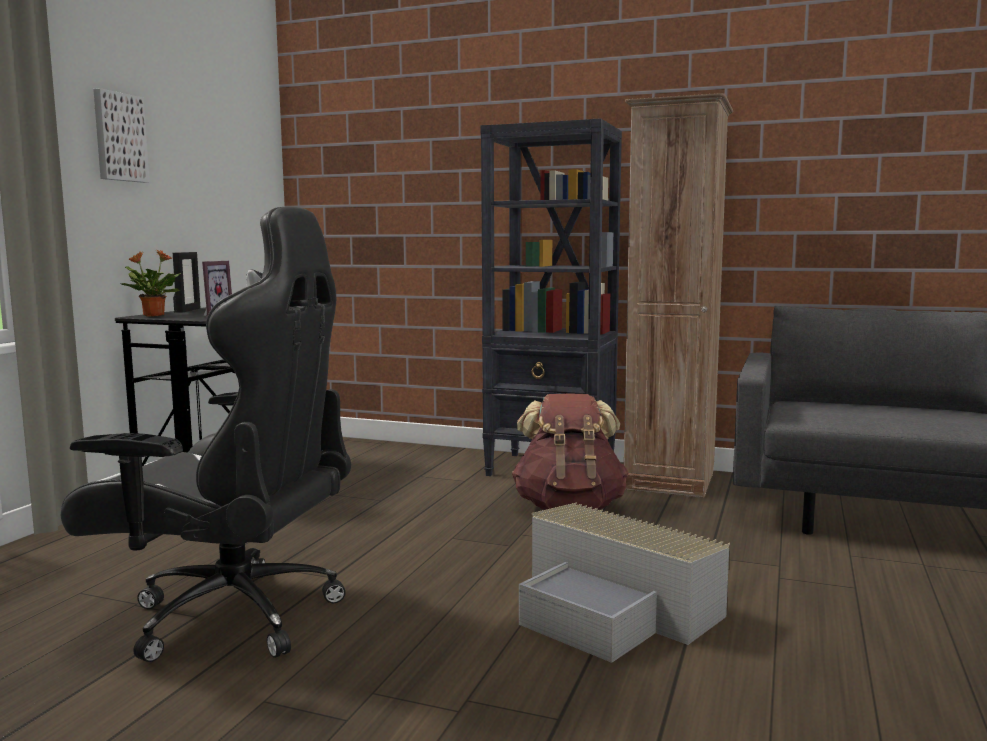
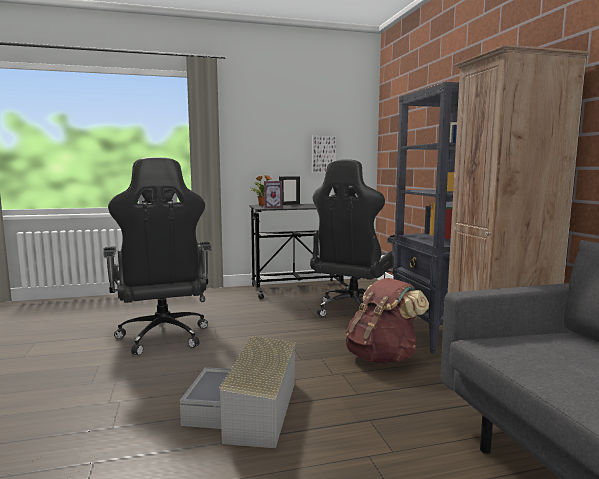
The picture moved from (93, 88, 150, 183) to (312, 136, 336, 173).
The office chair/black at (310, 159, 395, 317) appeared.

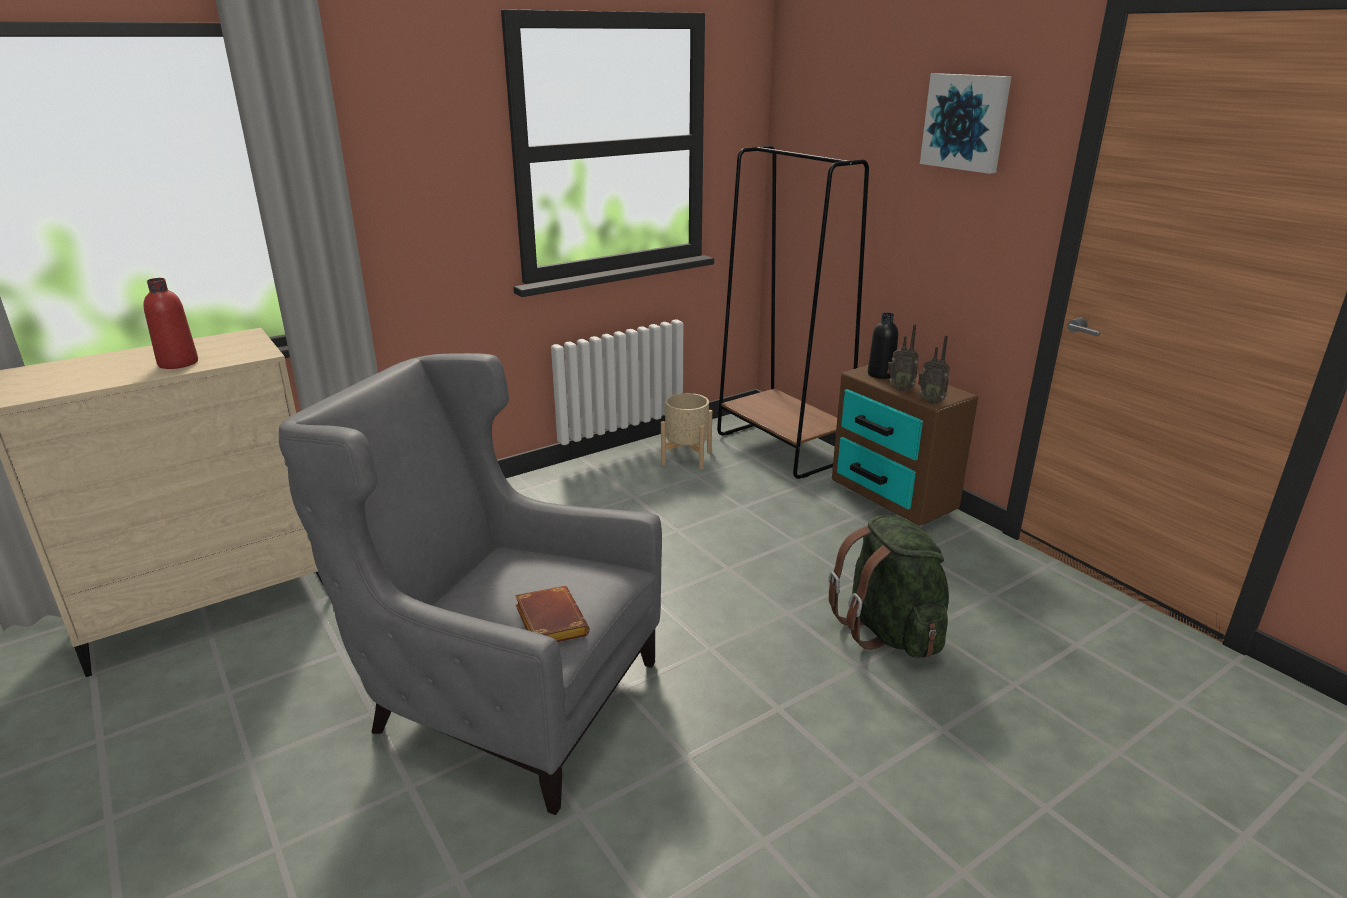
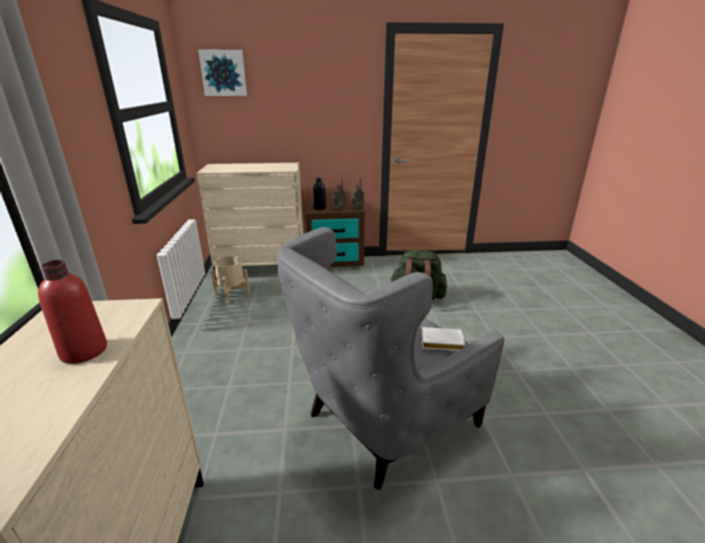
The book/brown at (515, 586, 590, 642) became the book/white at (422, 327, 465, 351).
The clothes rack at (717, 146, 869, 479) was replaced by the dresser/beige at (196, 163, 303, 280).
The picture moved from (920, 73, 1011, 174) to (198, 50, 247, 96).

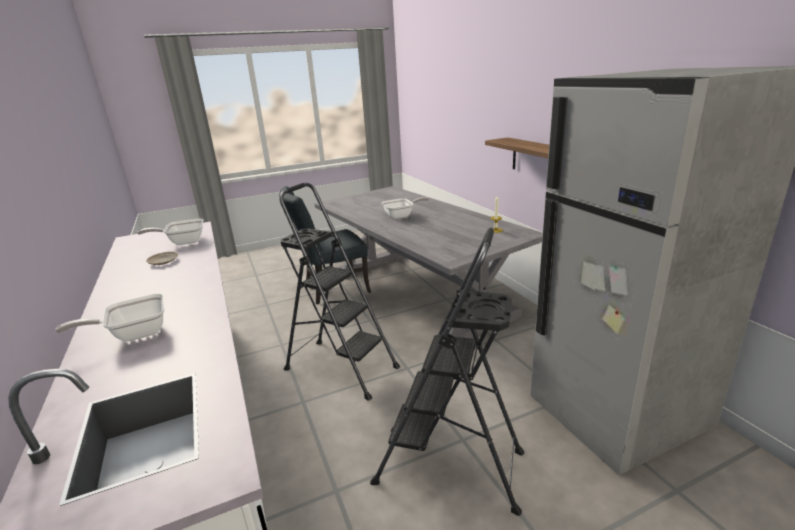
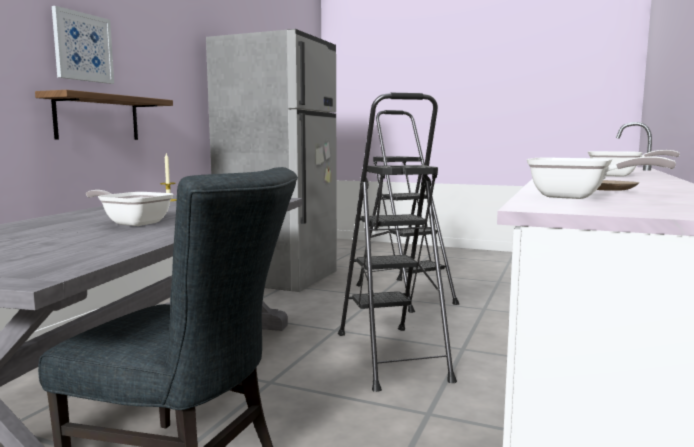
The picture at (52, 6, 114, 84) appeared.

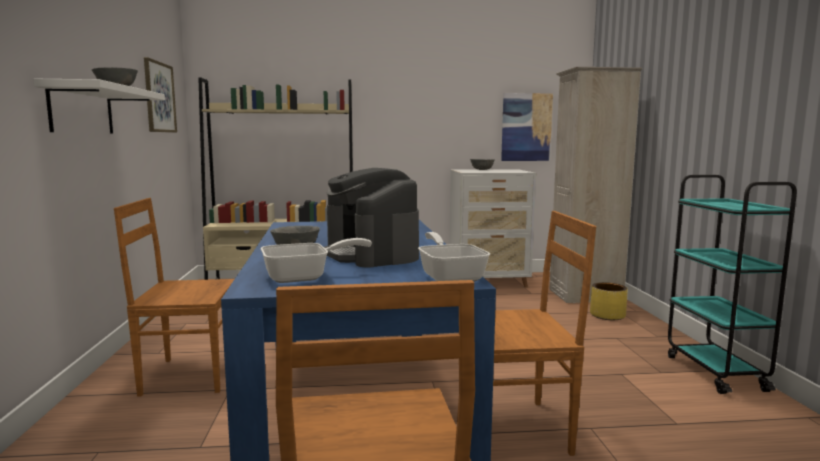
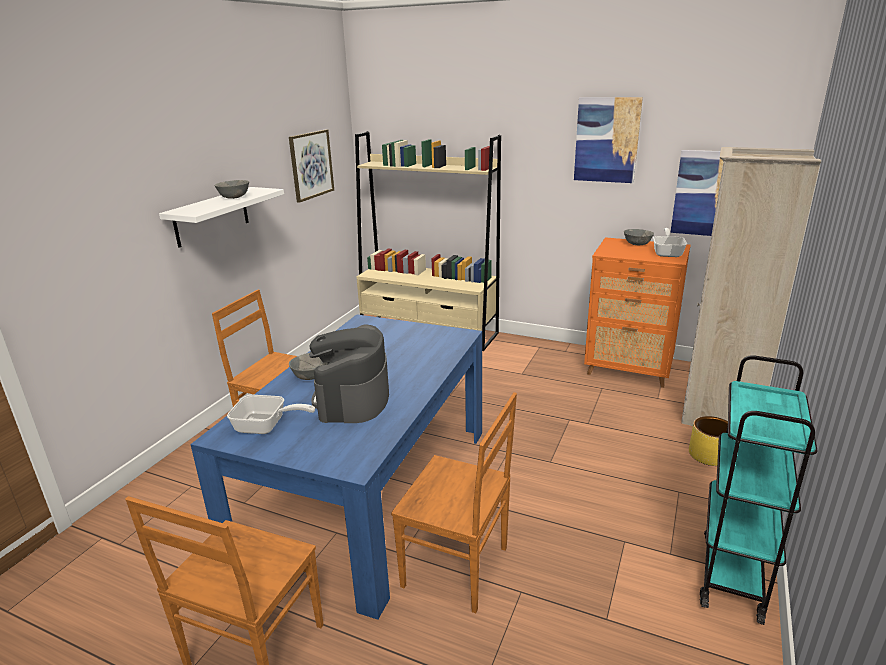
The frying pan moved from (418, 232, 490, 282) to (653, 228, 687, 257).
The dresser/white at (449, 169, 537, 288) became the dresser/orange at (584, 237, 691, 388).
The picture at (574, 97, 643, 183) appeared.

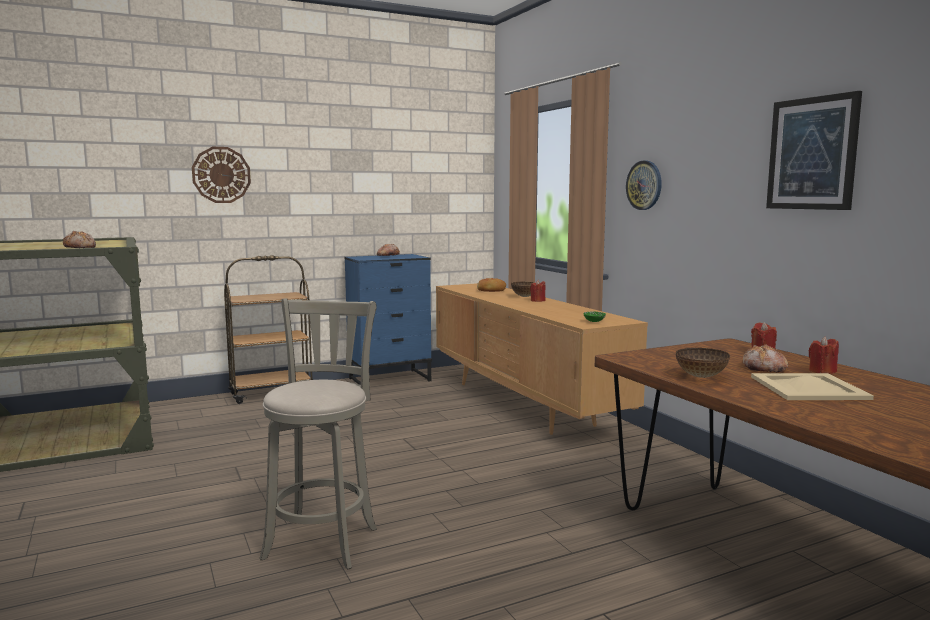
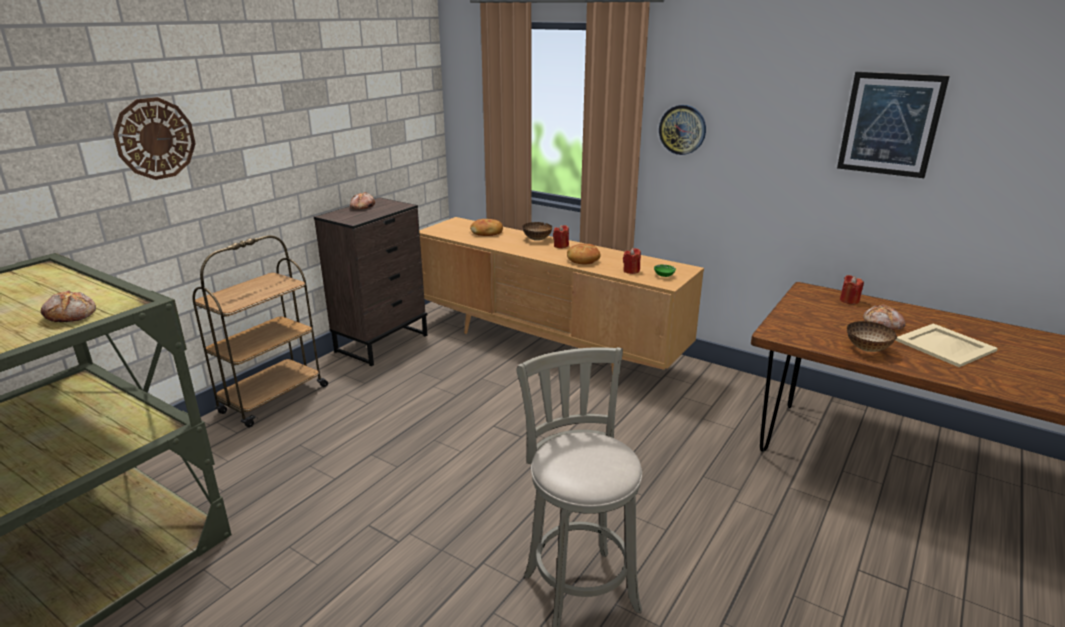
The dresser/blue at (344, 254, 432, 385) became the dresser/brown at (314, 197, 427, 366).
The candle/red moved from (809, 337, 839, 374) to (623, 248, 641, 274).
The bread at (567, 244, 601, 264) appeared.

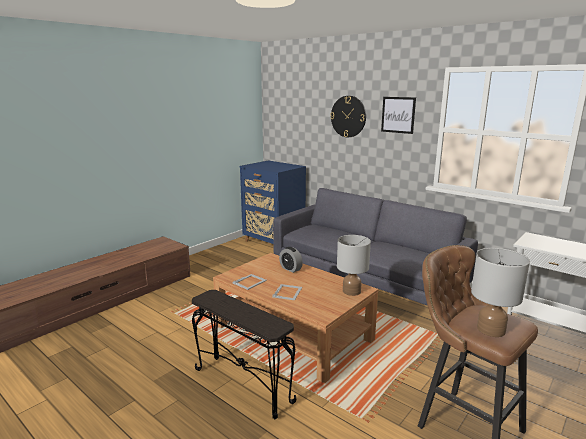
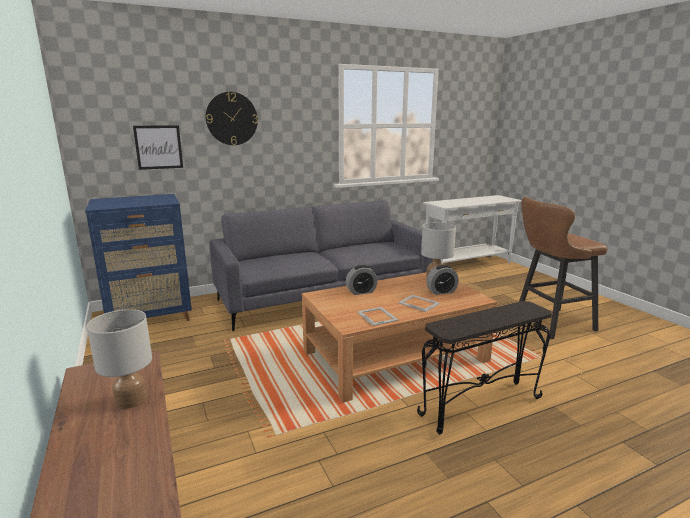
The picture moved from (381, 97, 416, 134) to (133, 125, 183, 170).
The table lamp/grey moved from (471, 248, 530, 337) to (87, 309, 152, 409).
The alarm clock at (426, 265, 459, 295) appeared.

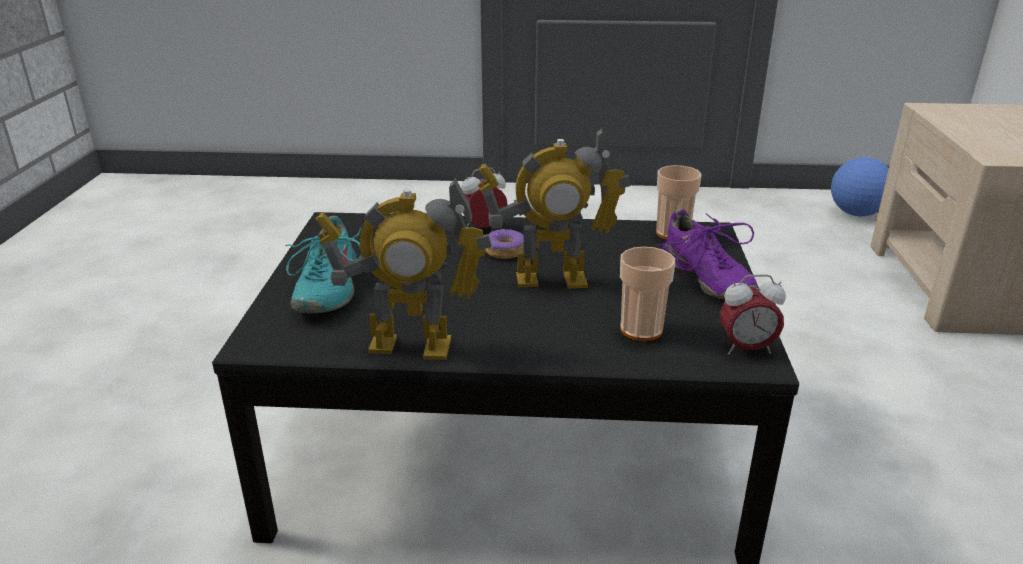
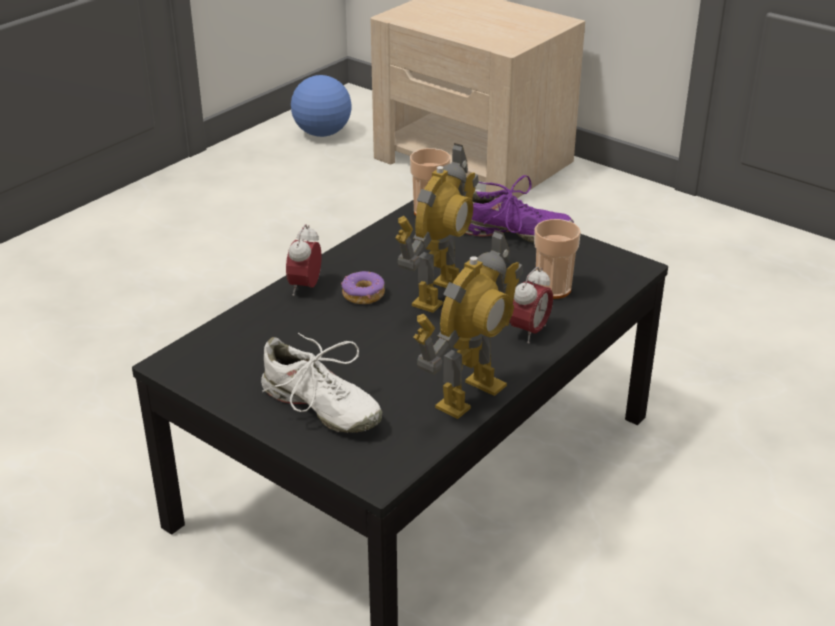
The shoe/turquoise at (285, 216, 362, 313) became the shoe/white at (261, 333, 382, 433).
The alarm clock moved from (720, 275, 786, 355) to (510, 267, 553, 344).

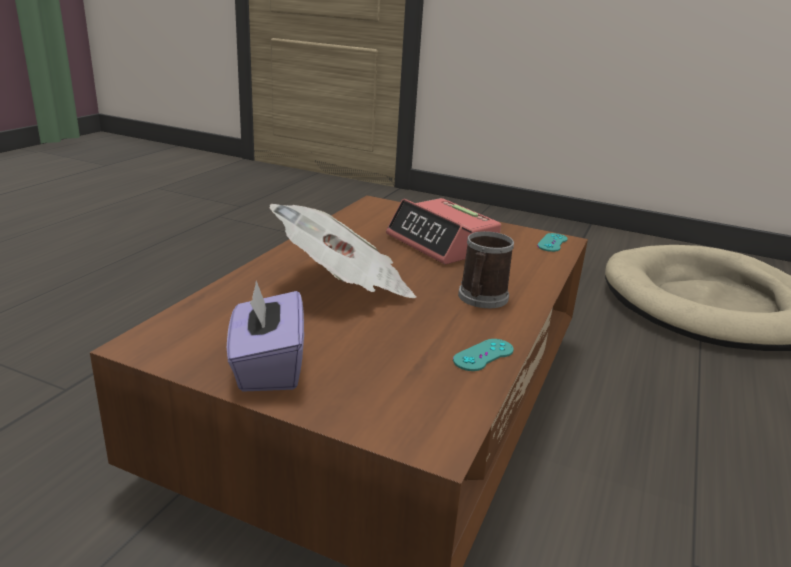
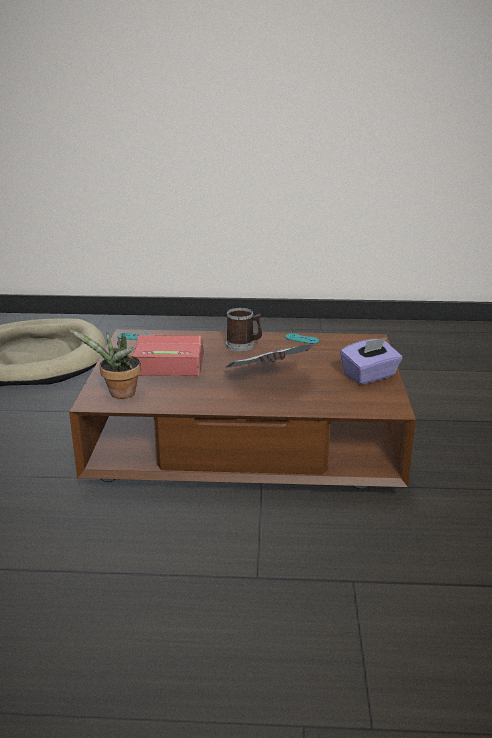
The alarm clock at (386, 198, 501, 264) turned 120 degrees counterclockwise.
The potted plant at (68, 329, 141, 399) appeared.

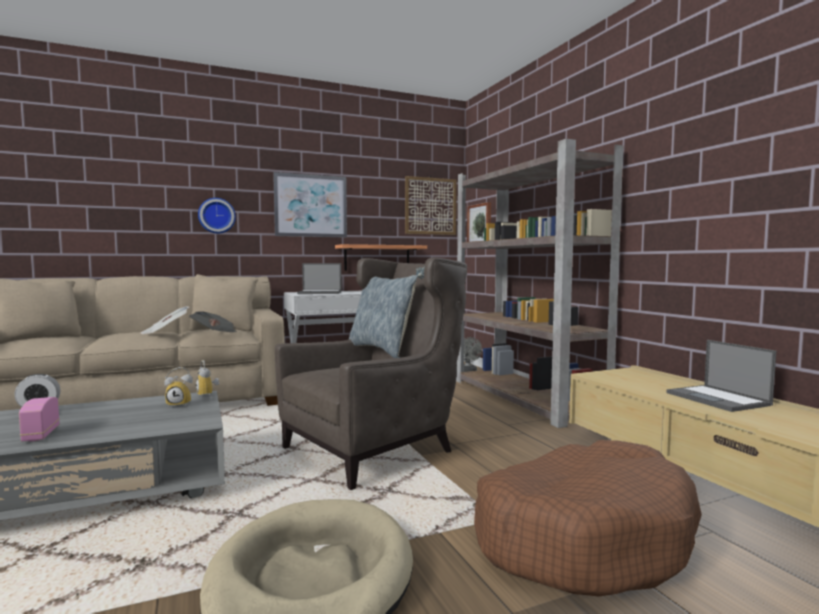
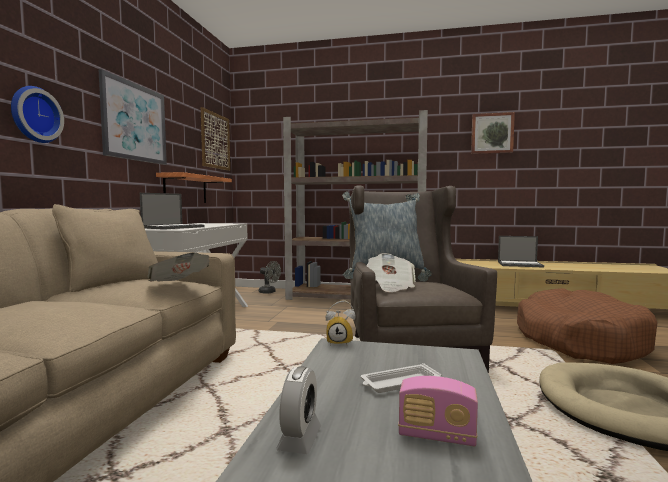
The newspaper moved from (140, 306, 189, 334) to (367, 253, 416, 292).
The alarm clock at (164, 367, 193, 408) disappeared.
The picture moved from (467, 202, 491, 242) to (471, 112, 515, 154).
The tray/white at (361, 363, 442, 393) appeared.

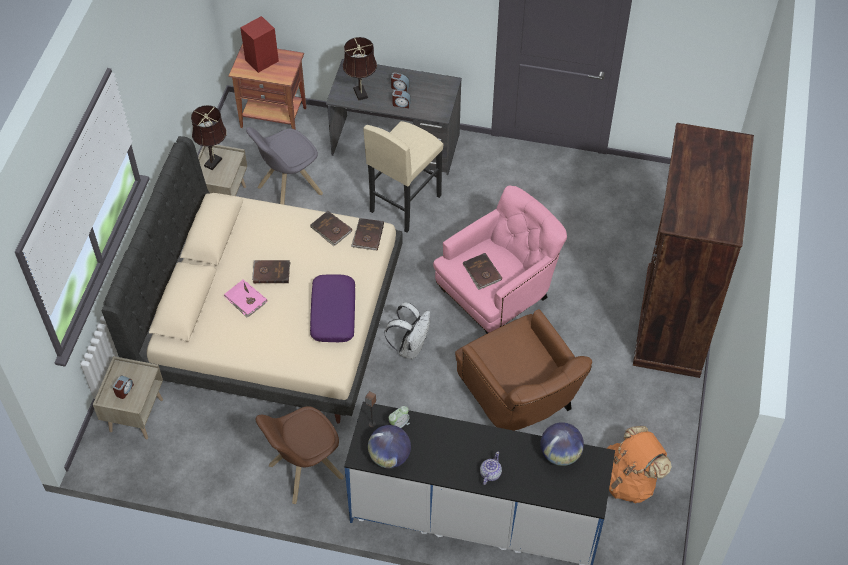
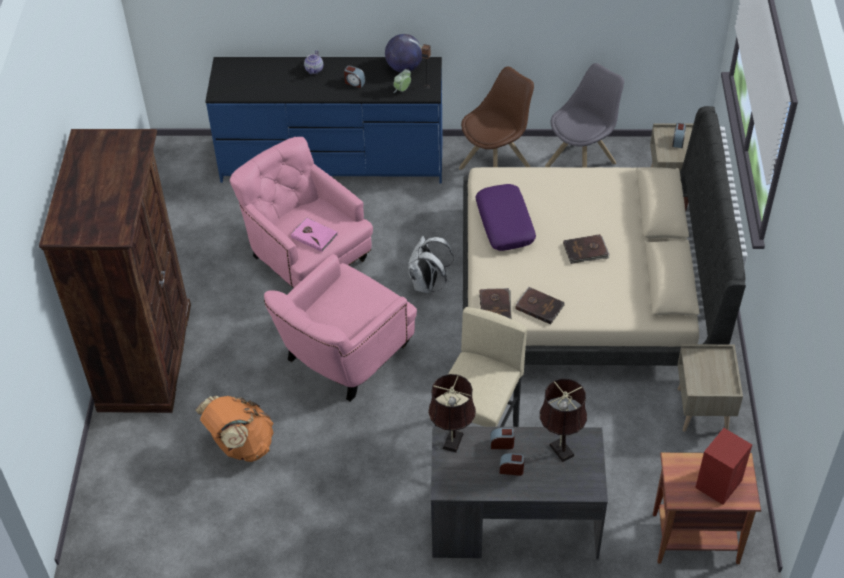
The table lamp/brown moved from (191, 105, 227, 170) to (428, 374, 476, 452).
The book/pink moved from (224, 280, 267, 318) to (291, 217, 338, 252).
The chair/grey moved from (246, 127, 323, 205) to (545, 63, 624, 167).
The armchair/brown at (455, 309, 592, 431) became the armchair/pink at (230, 137, 373, 288).
The book/brown at (463, 253, 502, 290) disappeared.
The globe at (541, 422, 584, 466) disappeared.
The backpack/orange moved from (607, 426, 672, 504) to (195, 396, 274, 462).
The alarm clock at (344, 65, 365, 88) appeared.

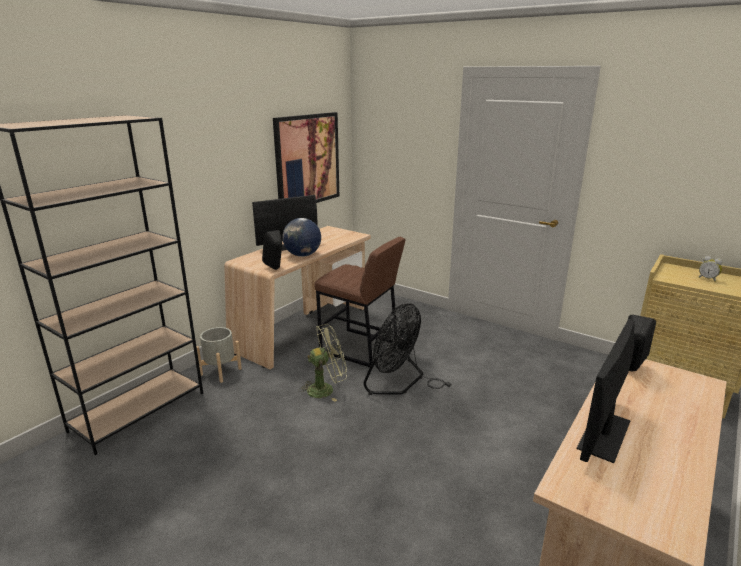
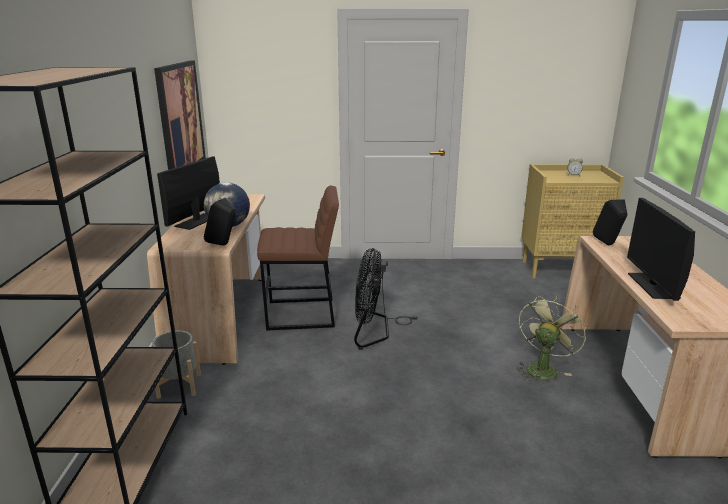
The fan/green moved from (298, 324, 347, 402) to (518, 296, 588, 381).

